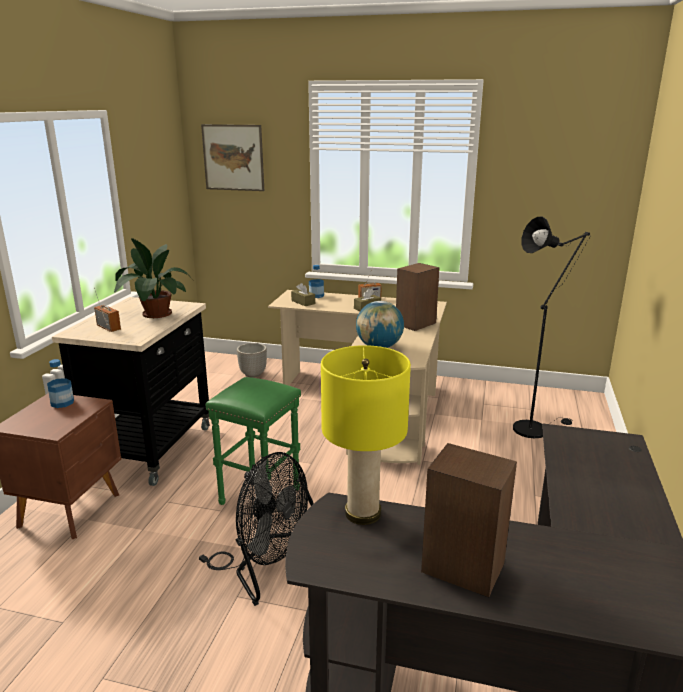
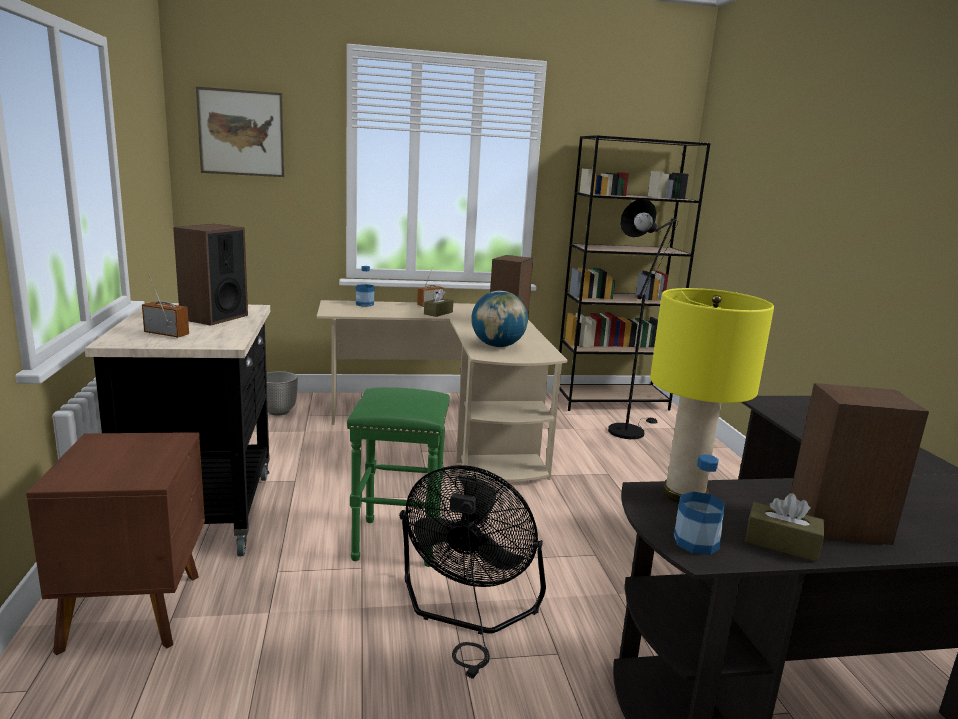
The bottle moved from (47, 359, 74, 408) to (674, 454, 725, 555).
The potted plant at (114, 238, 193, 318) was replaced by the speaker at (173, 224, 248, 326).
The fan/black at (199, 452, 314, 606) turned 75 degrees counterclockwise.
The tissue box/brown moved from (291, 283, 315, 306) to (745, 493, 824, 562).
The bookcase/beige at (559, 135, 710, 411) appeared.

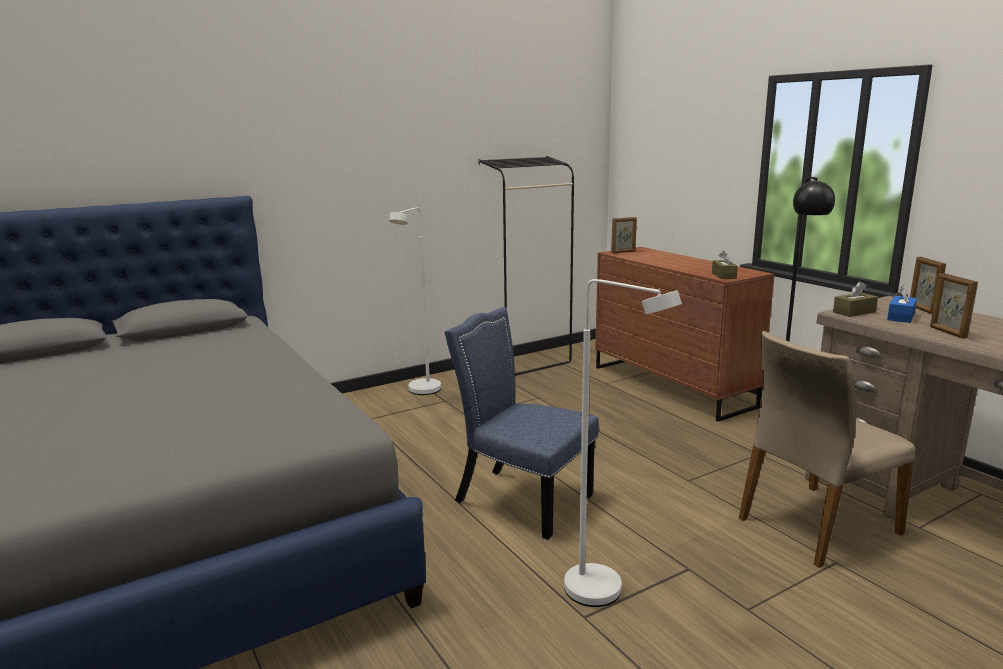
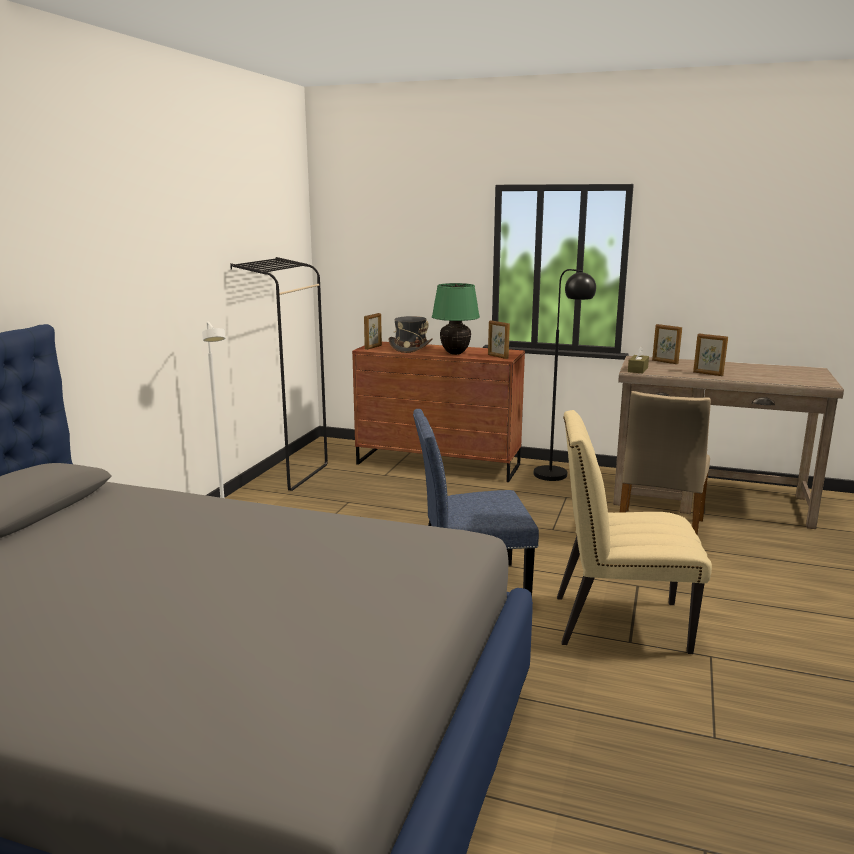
The floor lamp/white at (564, 279, 682, 607) was replaced by the chair/beige at (557, 410, 712, 654).
The tissue box/brown at (712, 250, 738, 279) was replaced by the picture frame at (488, 320, 510, 359).
The tissue box/blue at (887, 285, 917, 323) disappeared.
The hat/grey at (389, 316, 433, 353) appeared.
The table lamp/green at (432, 283, 480, 355) appeared.

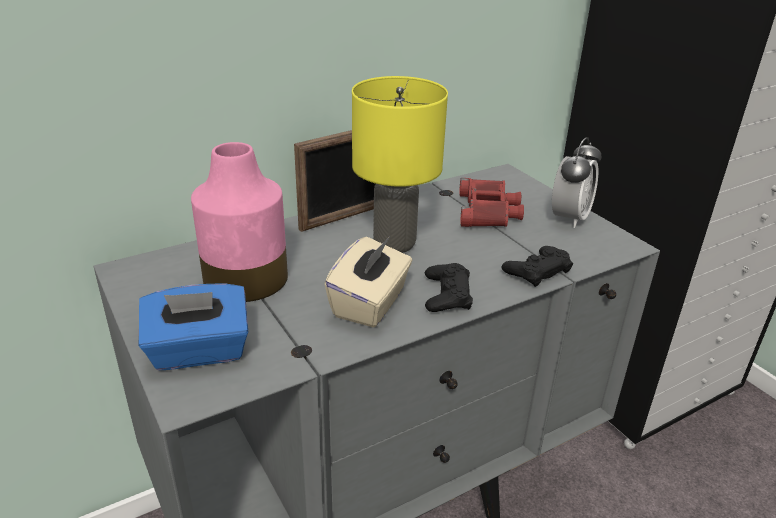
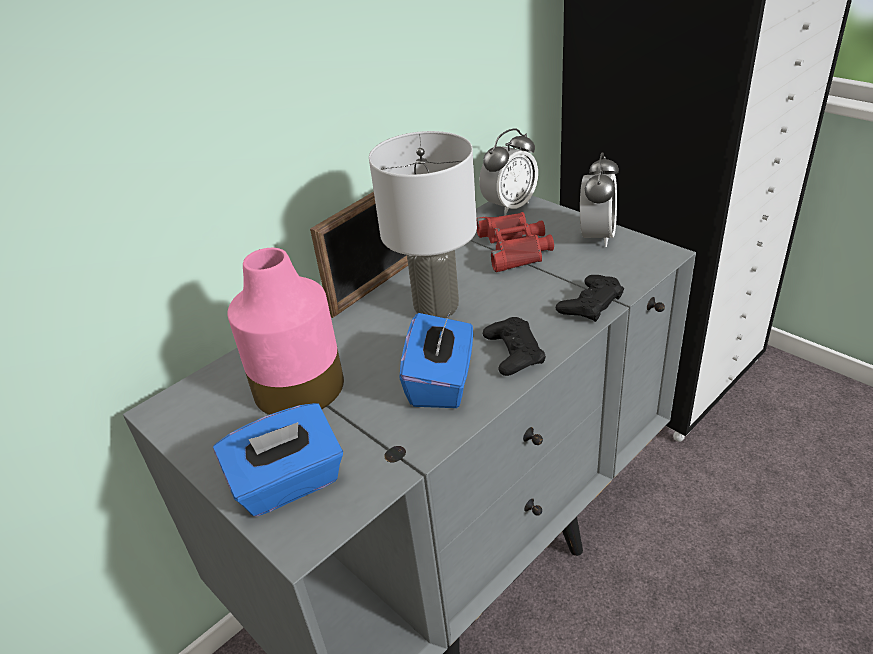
The tissue box/beige at (324, 236, 412, 328) became the tissue box/blue at (399, 312, 473, 408).
The table lamp/yellow at (352, 76, 448, 253) became the table lamp/white at (369, 131, 477, 318).
The alarm clock at (479, 128, 538, 216) appeared.

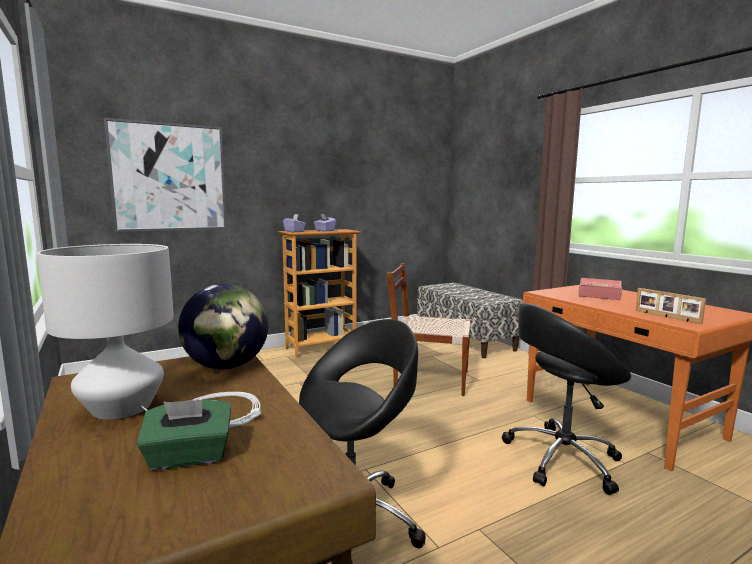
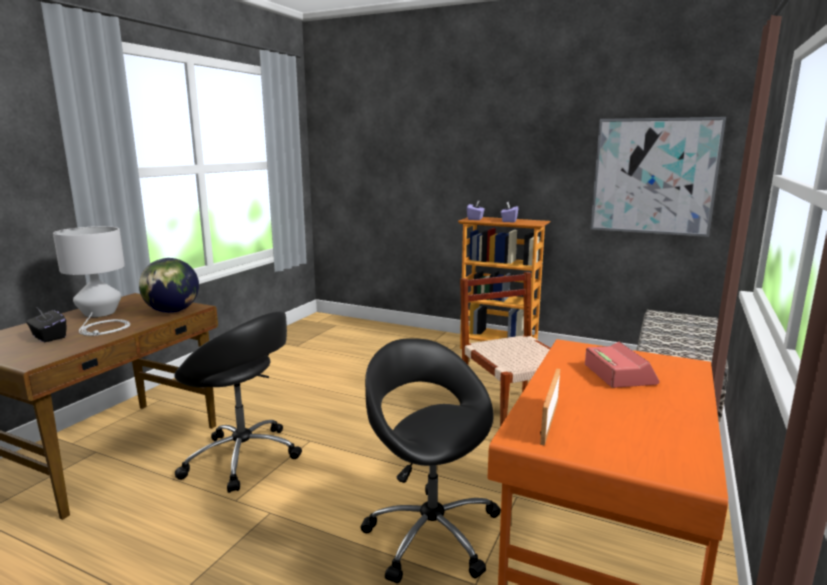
The picture moved from (104, 118, 227, 232) to (590, 117, 726, 237).
The tissue box/green at (137, 400, 231, 470) became the tissue box/black at (26, 308, 66, 342).

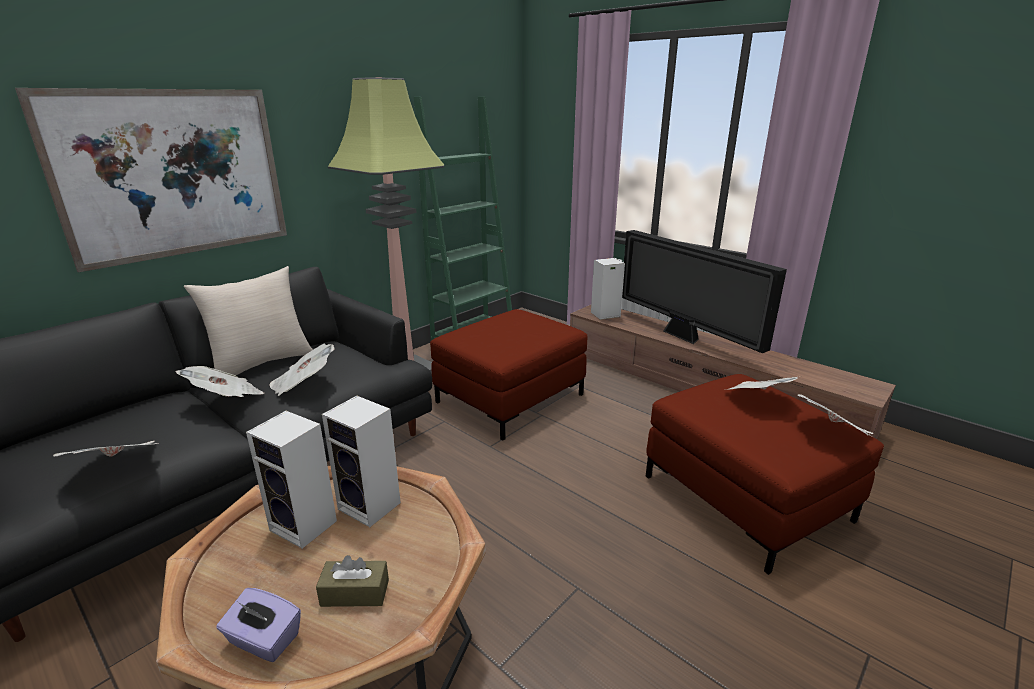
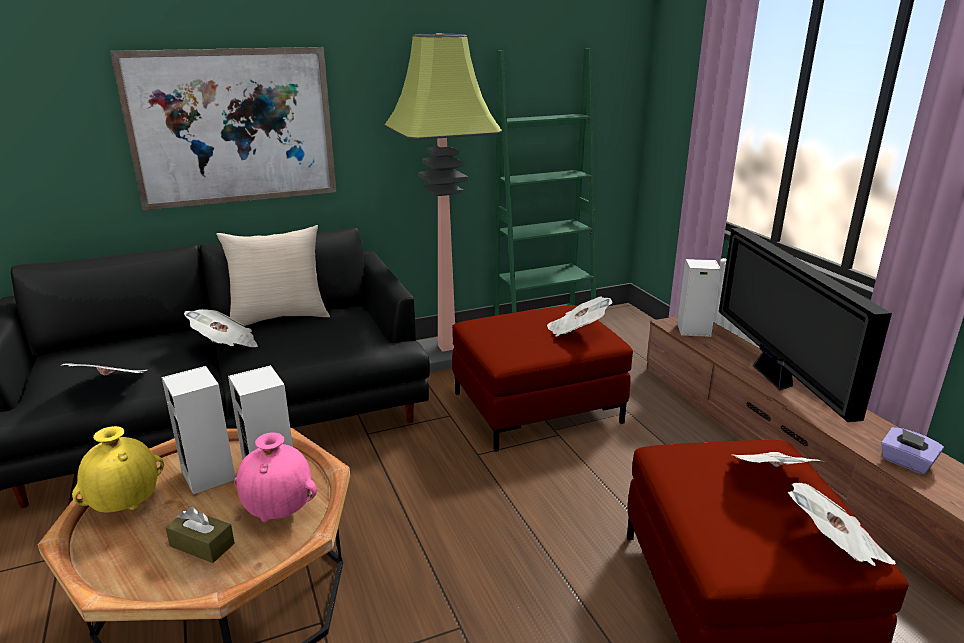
The tissue box/purple moved from (216, 588, 301, 662) to (881, 427, 944, 475).
The newspaper moved from (269, 344, 334, 396) to (547, 297, 612, 336).
The vase/yellow at (72, 426, 164, 512) appeared.
The vase/pink at (234, 433, 317, 522) appeared.

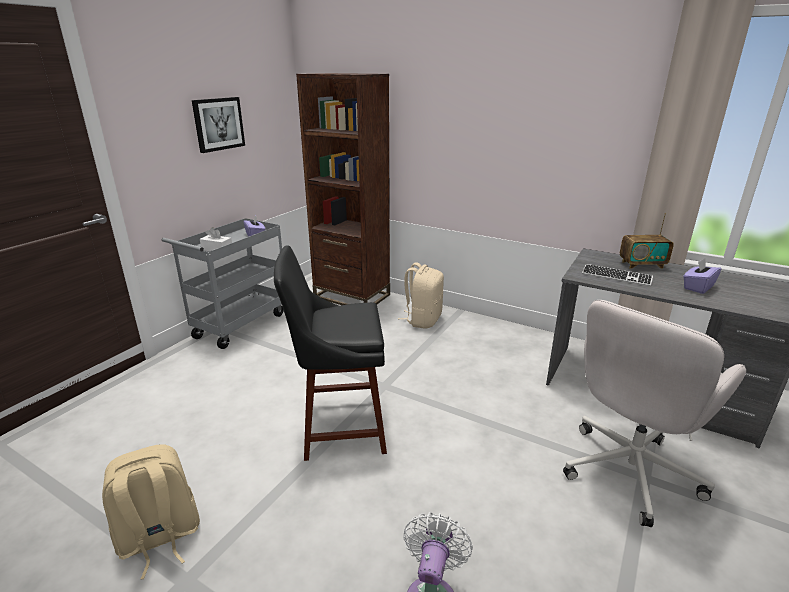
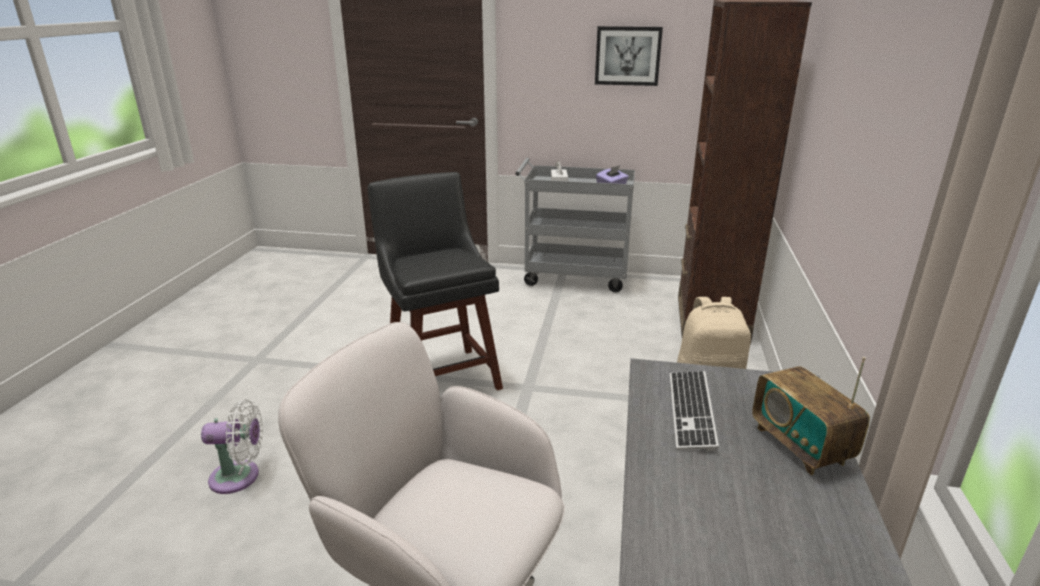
The backpack/beige at (102, 444, 200, 580) disappeared.
The tissue box/purple at (683, 258, 721, 294) disappeared.

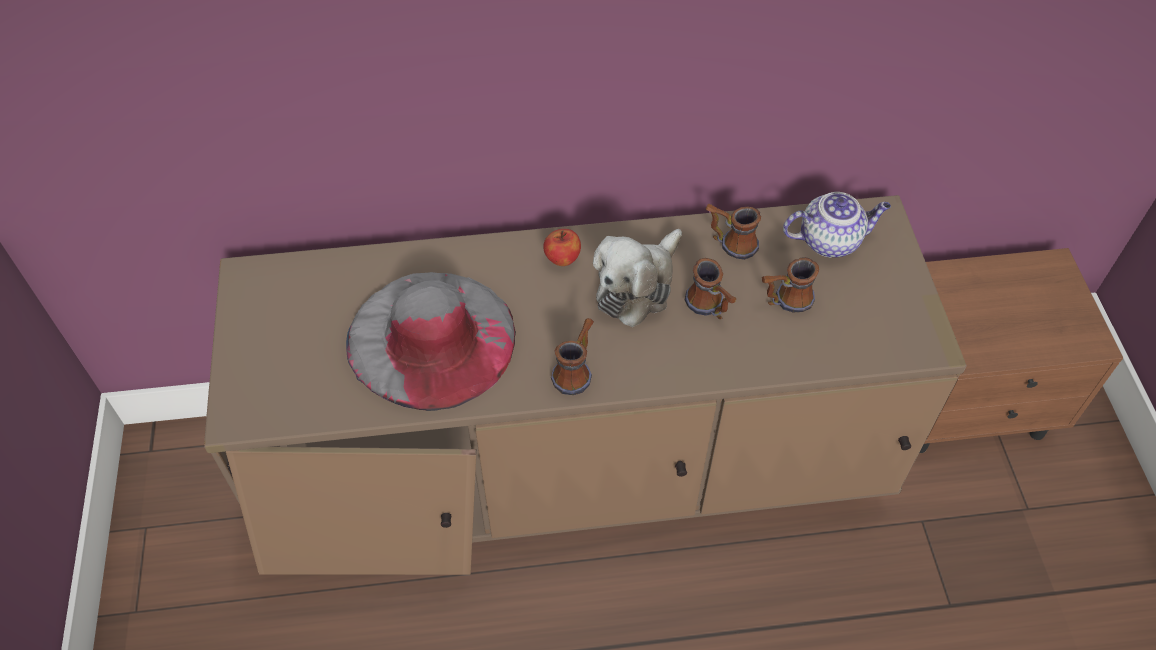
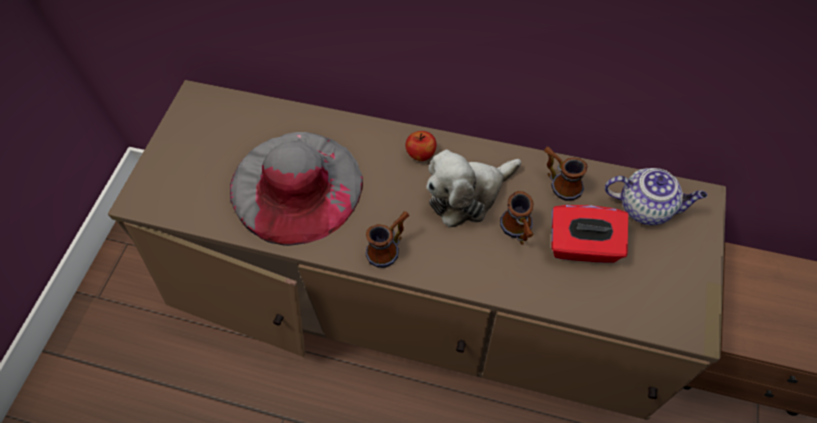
The mug at (762, 257, 819, 313) was replaced by the tissue box/red at (552, 205, 628, 263).

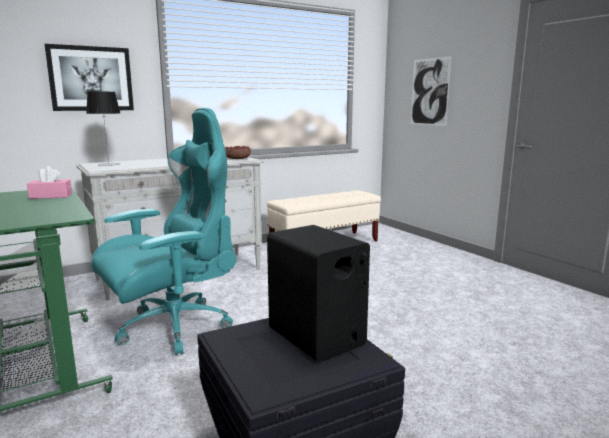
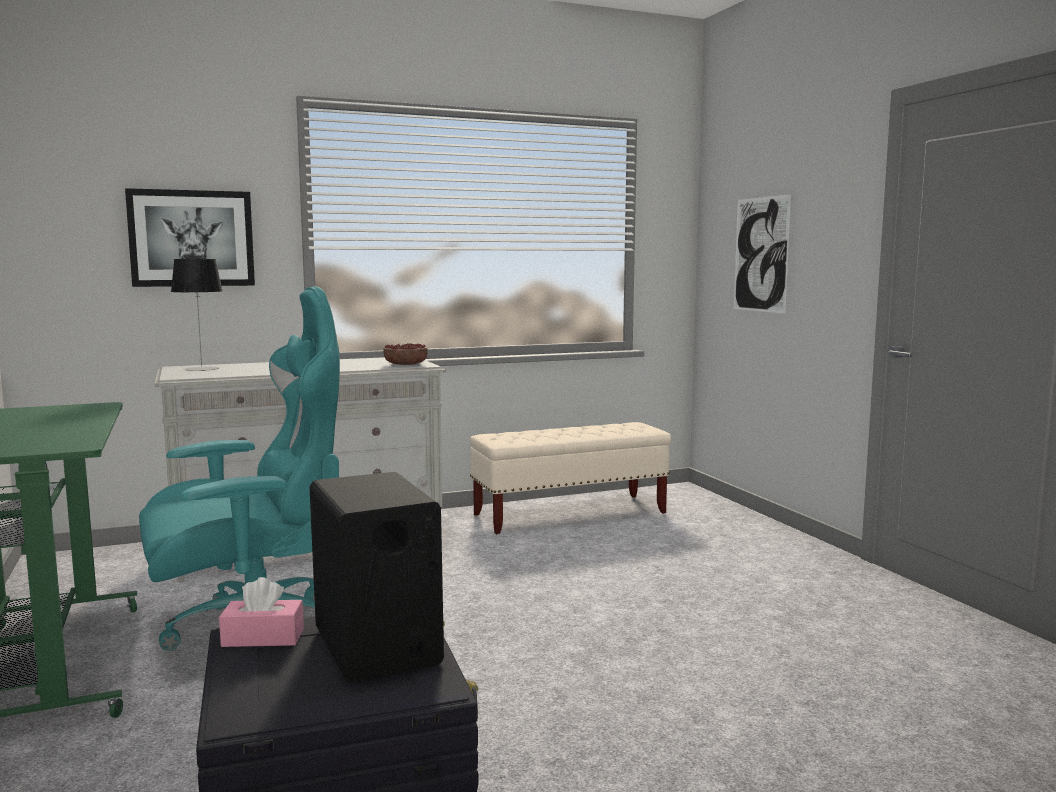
The tissue box/pink moved from (27, 166, 72, 199) to (219, 577, 304, 647).

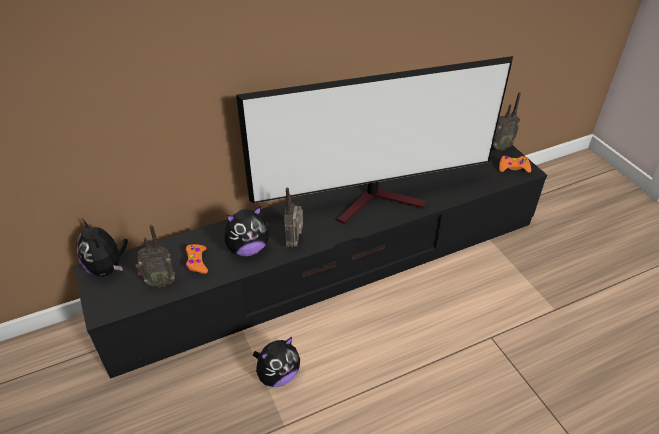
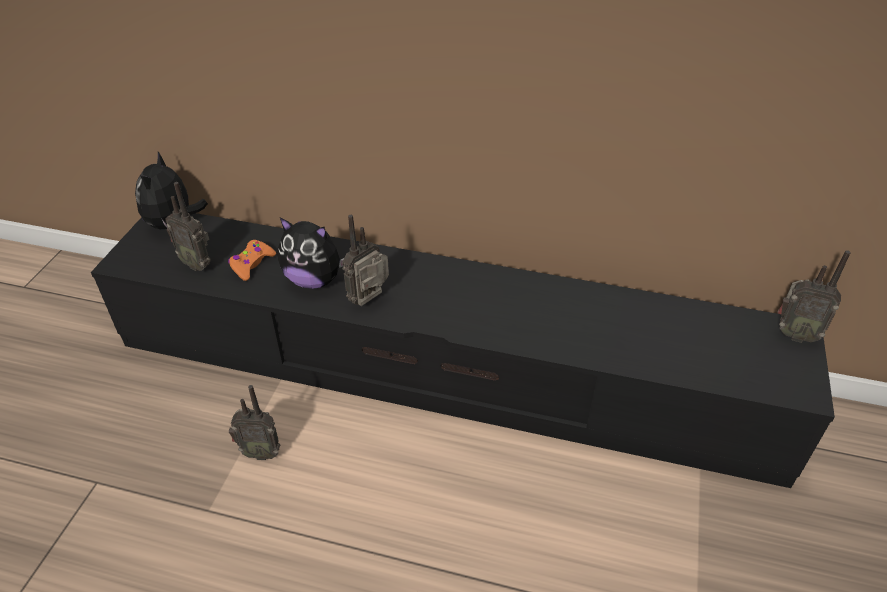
The television at (236, 56, 513, 224) disappeared.
The plush toy at (253, 337, 300, 387) was replaced by the radio at (229, 385, 280, 460).
The game controller/orange at (499, 156, 531, 173) disappeared.

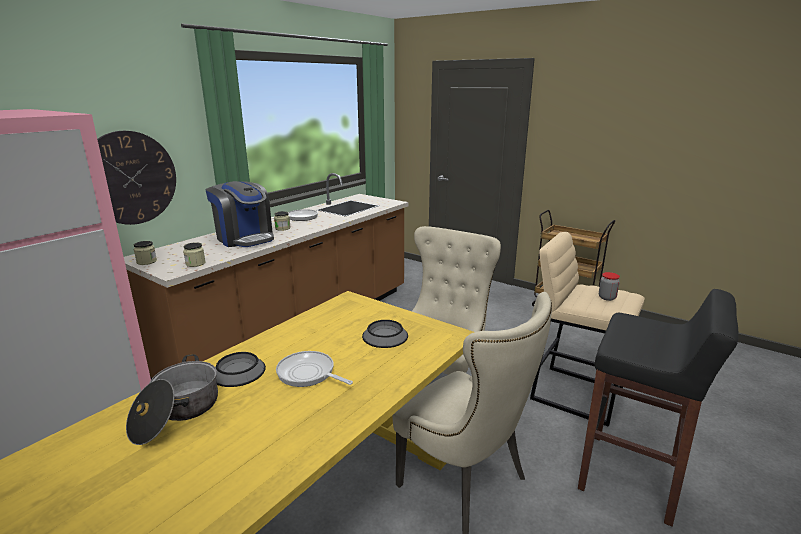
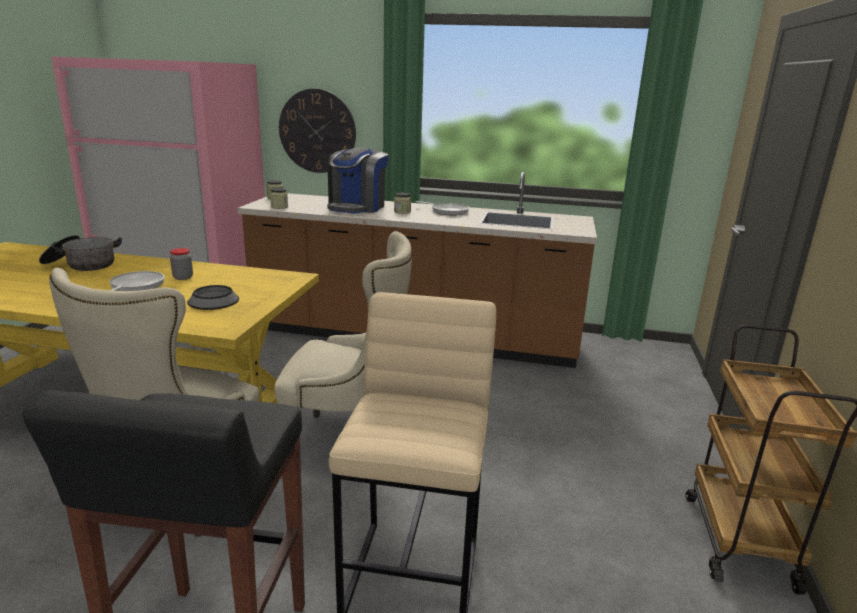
The bowl at (215, 352, 266, 387) disappeared.
The jar moved from (599, 272, 620, 301) to (170, 248, 193, 280).

